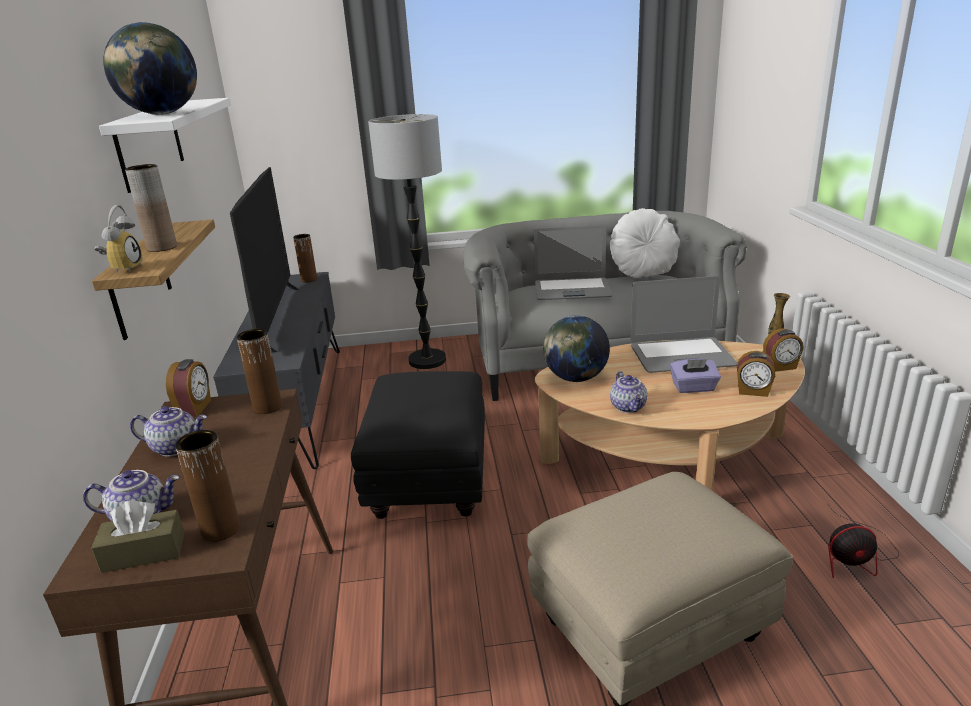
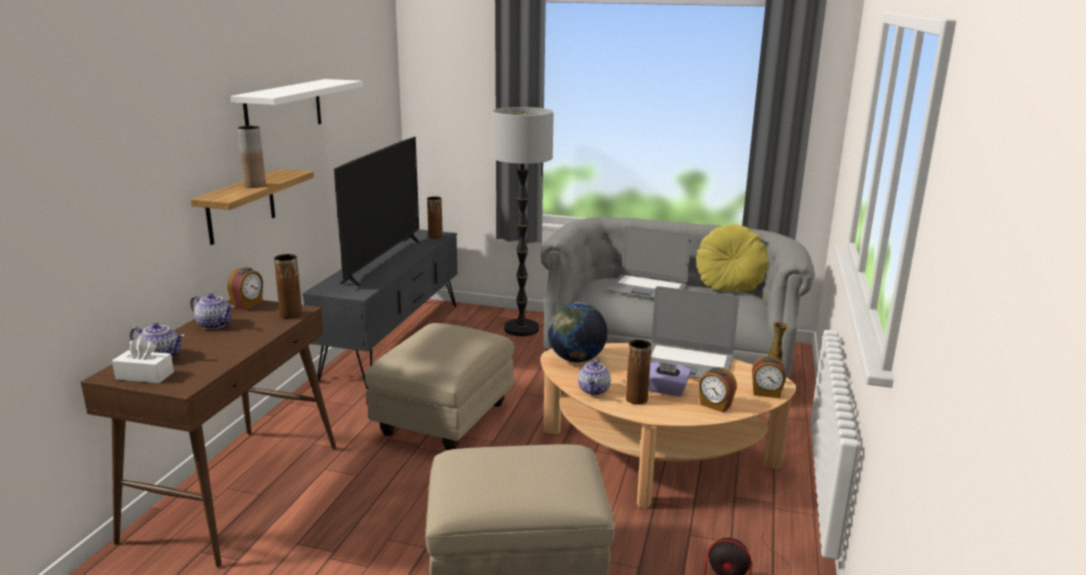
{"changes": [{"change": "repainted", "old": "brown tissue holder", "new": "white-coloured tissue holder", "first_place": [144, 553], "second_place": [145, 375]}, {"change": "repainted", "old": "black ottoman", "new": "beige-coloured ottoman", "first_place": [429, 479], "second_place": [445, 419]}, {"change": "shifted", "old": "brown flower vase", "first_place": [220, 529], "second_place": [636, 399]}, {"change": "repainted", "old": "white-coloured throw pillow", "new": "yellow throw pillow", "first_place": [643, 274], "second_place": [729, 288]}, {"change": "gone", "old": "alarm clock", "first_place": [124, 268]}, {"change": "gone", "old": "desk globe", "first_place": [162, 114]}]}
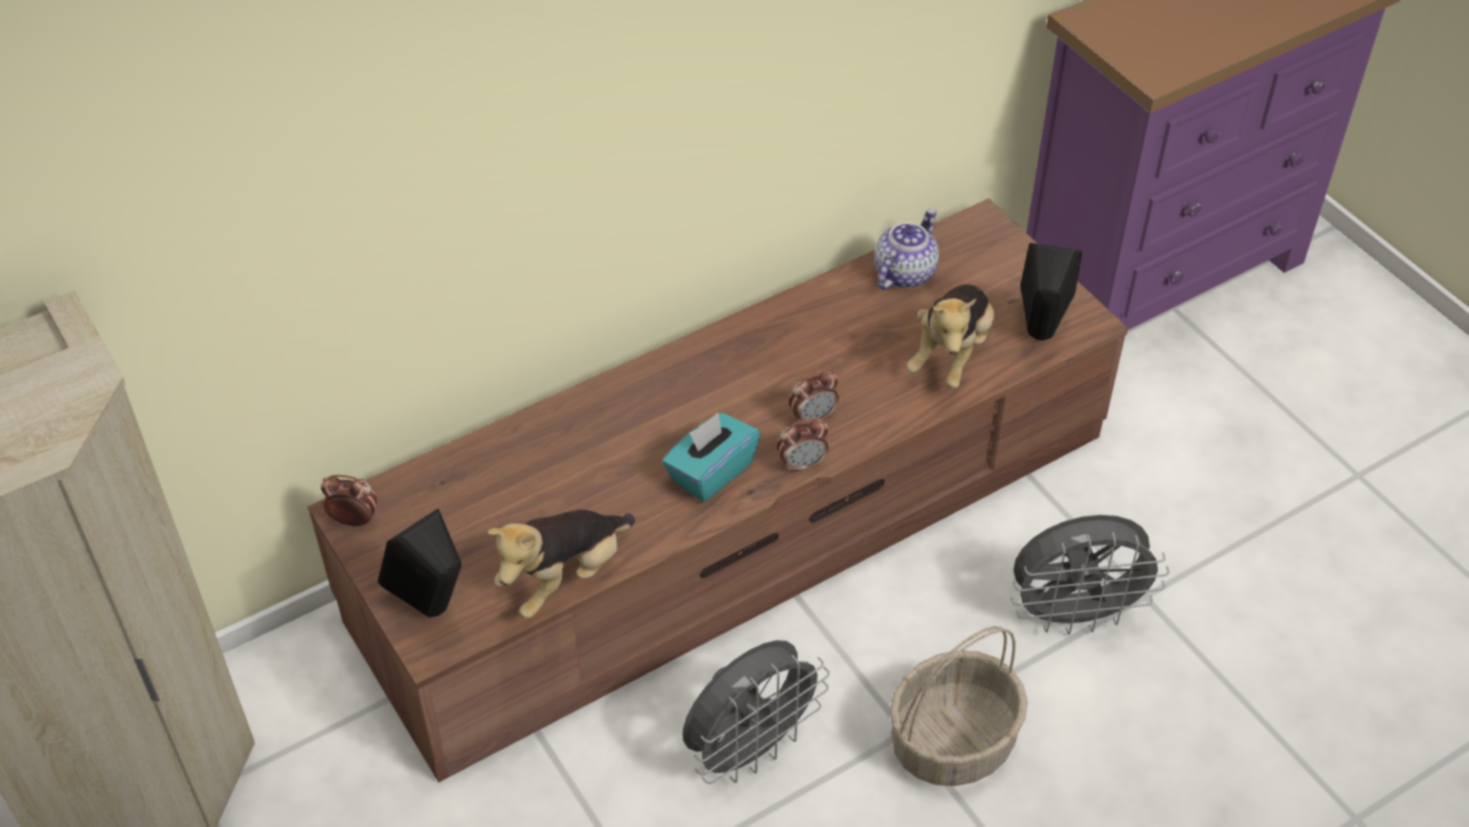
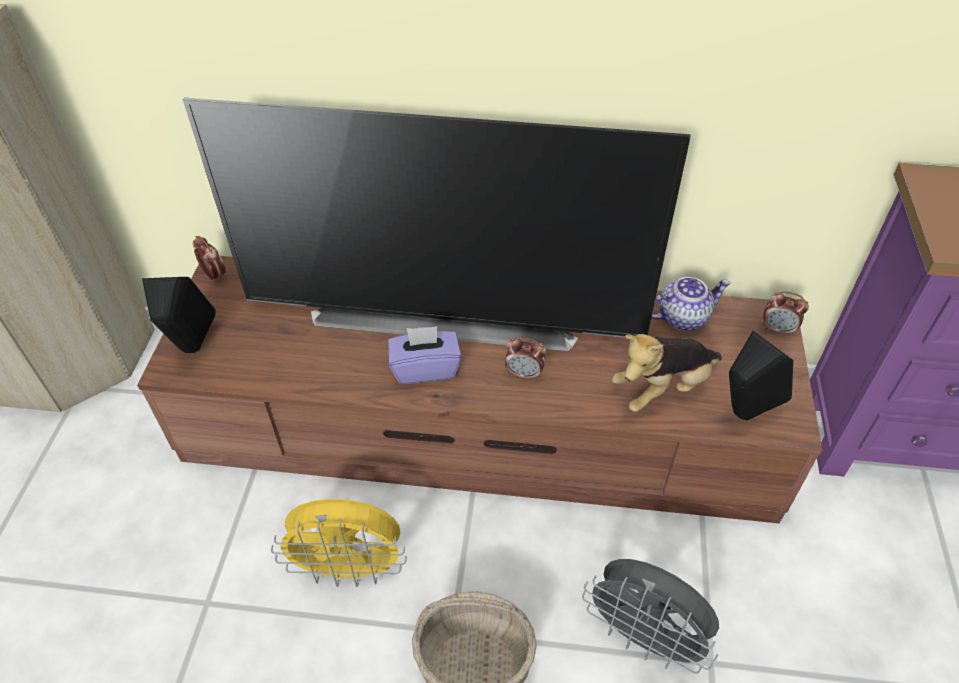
{"changes": [{"change": "new", "new": "television", "second_place": [445, 312]}, {"change": "repainted", "old": "gray fan", "new": "yellow fan", "first_place": [750, 749], "second_place": [350, 569]}, {"change": "repainted", "old": "turquoise tissue holder", "new": "purple-coloured tissue holder", "first_place": [710, 472], "second_place": [425, 368]}, {"change": "shifted", "old": "alarm clock", "first_place": [802, 464], "second_place": [778, 329]}, {"change": "gone", "old": "soft toy", "first_place": [564, 578]}]}
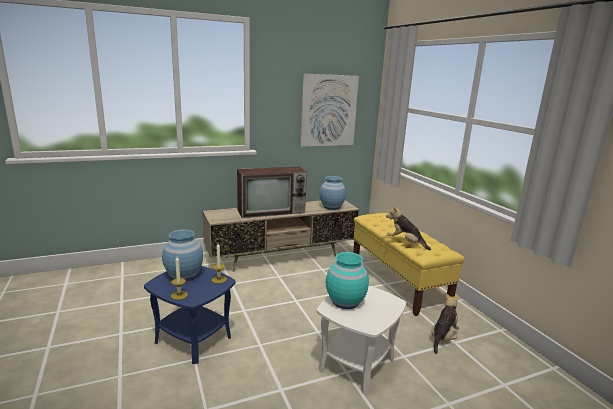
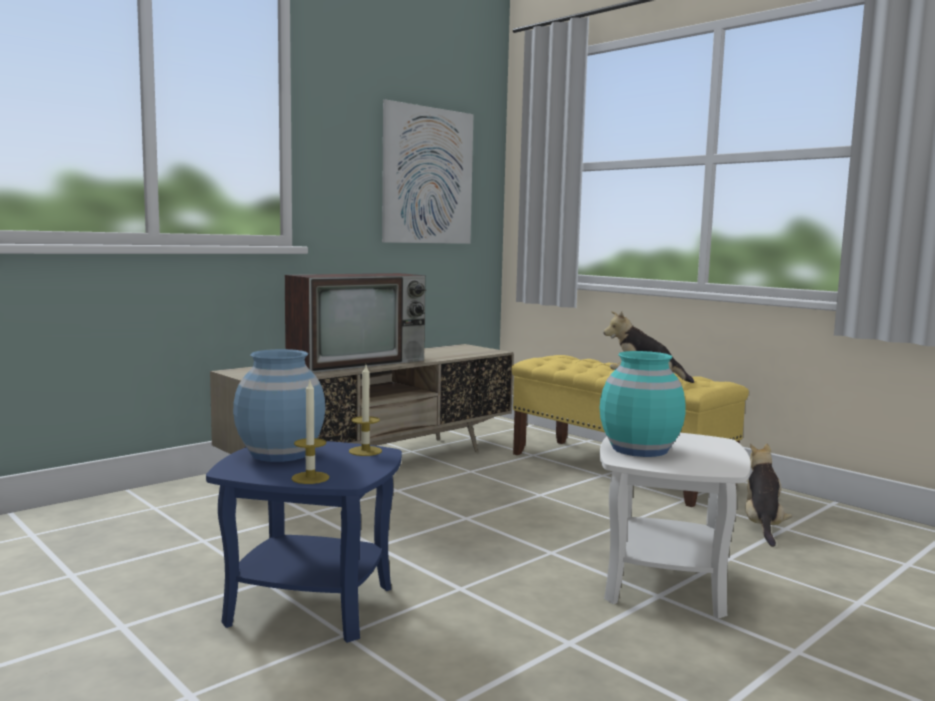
{"changes": [{"change": "gone", "old": "blue flower vase", "first_place": [331, 207]}]}
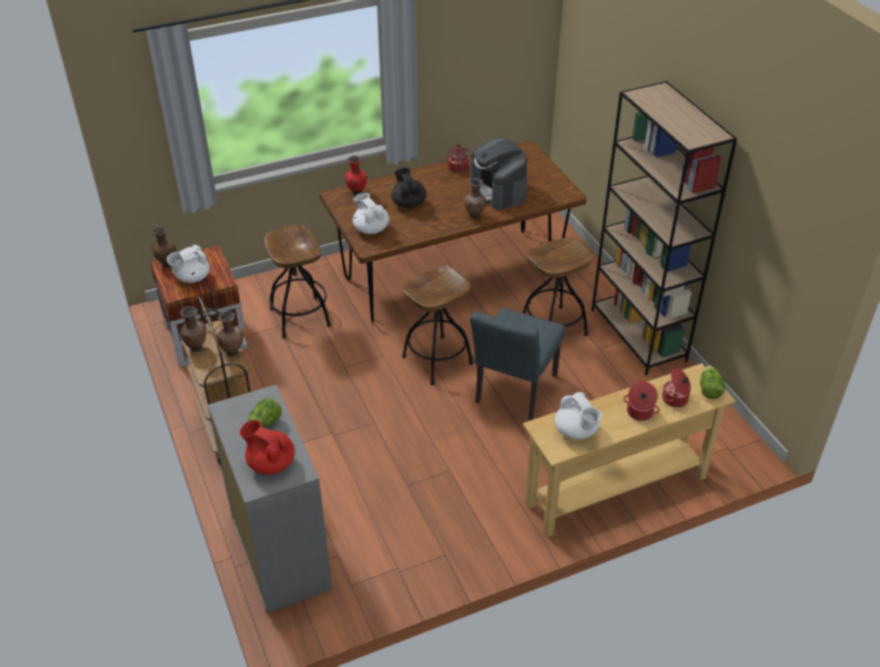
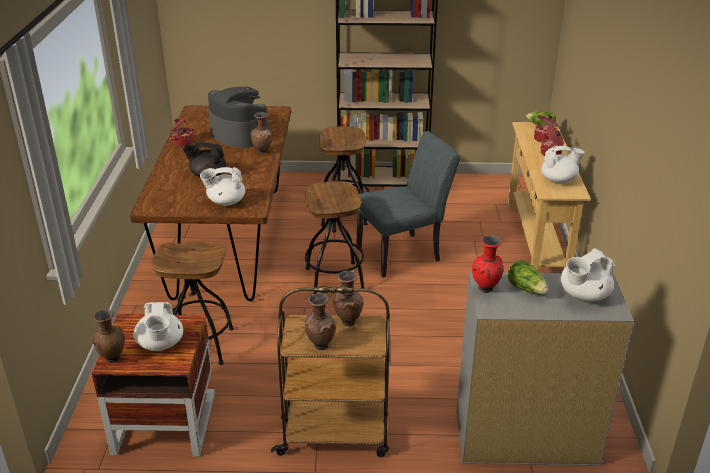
{"changes": [{"change": "rotated", "old": "coffee brewer", "first_place": [498, 191], "second_place": [239, 135], "degrees": -135}, {"change": "rotated", "old": "gray chair", "first_place": [513, 393], "second_place": [404, 253], "degrees": -75}, {"change": "shifted", "old": "reddish flower vase", "first_place": [356, 193], "second_place": [485, 290]}, {"change": "repainted", "old": "reddish tea pot", "new": "white-coloured tea pot", "first_place": [270, 463], "second_place": [583, 295]}]}
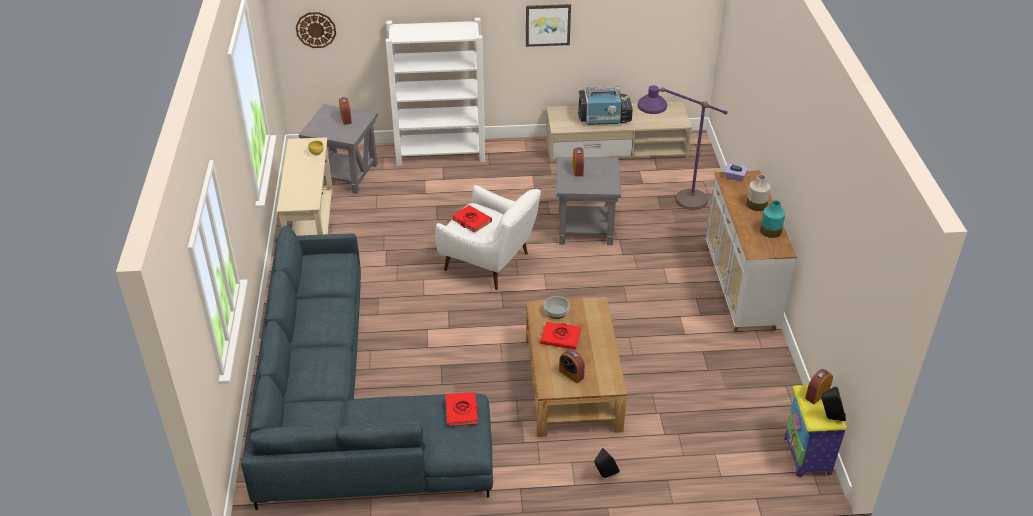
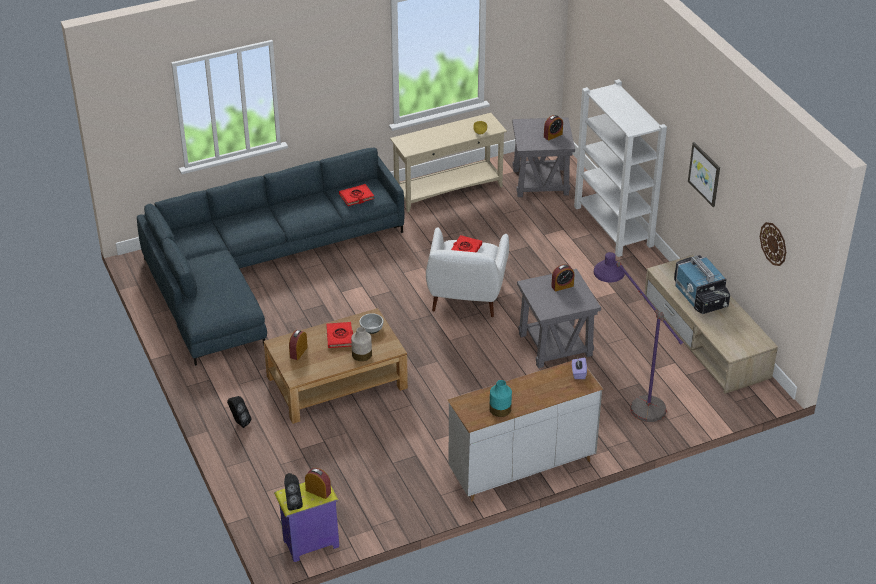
{"changes": [{"change": "shifted", "old": "reddish bound book", "first_place": [462, 411], "second_place": [356, 197]}, {"change": "shifted", "old": "beige-coloured flower vase", "first_place": [756, 205], "second_place": [361, 354]}, {"change": "shifted", "old": "wall clock", "first_place": [316, 29], "second_place": [773, 243]}]}
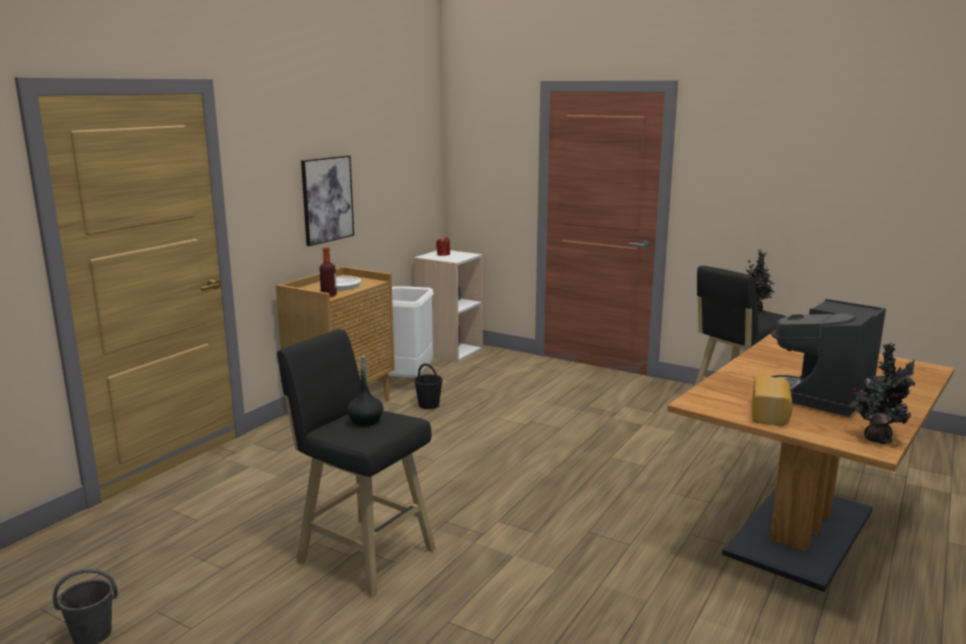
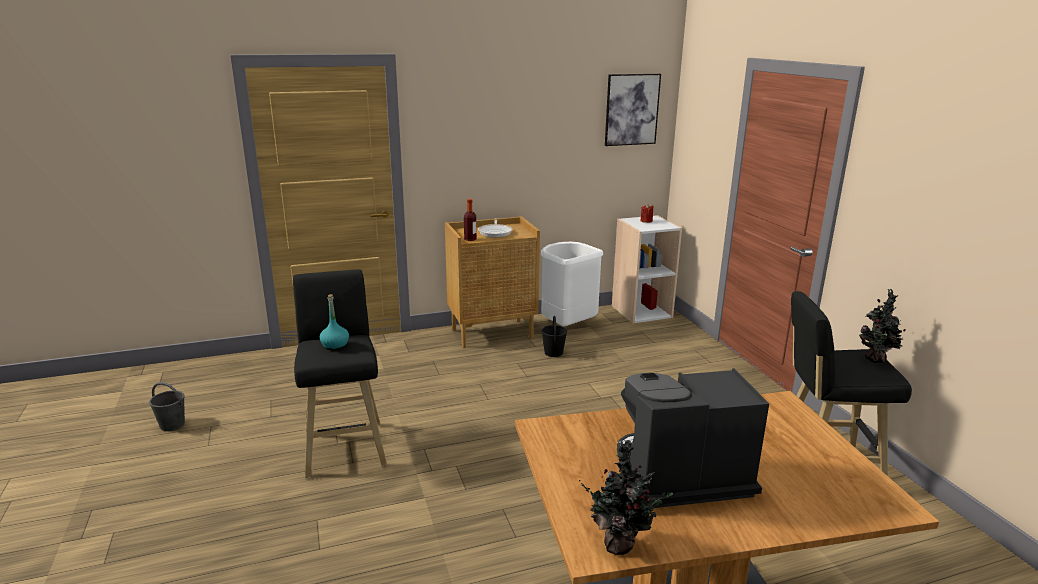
{"changes": [{"change": "repainted", "old": "black beverage bottle", "new": "turquoise beverage bottle", "first_place": [366, 421], "second_place": [335, 345]}, {"change": "shifted", "old": "wall picture", "first_place": [327, 199], "second_place": [631, 109]}, {"change": "gone", "old": "baked bread", "first_place": [770, 414]}]}
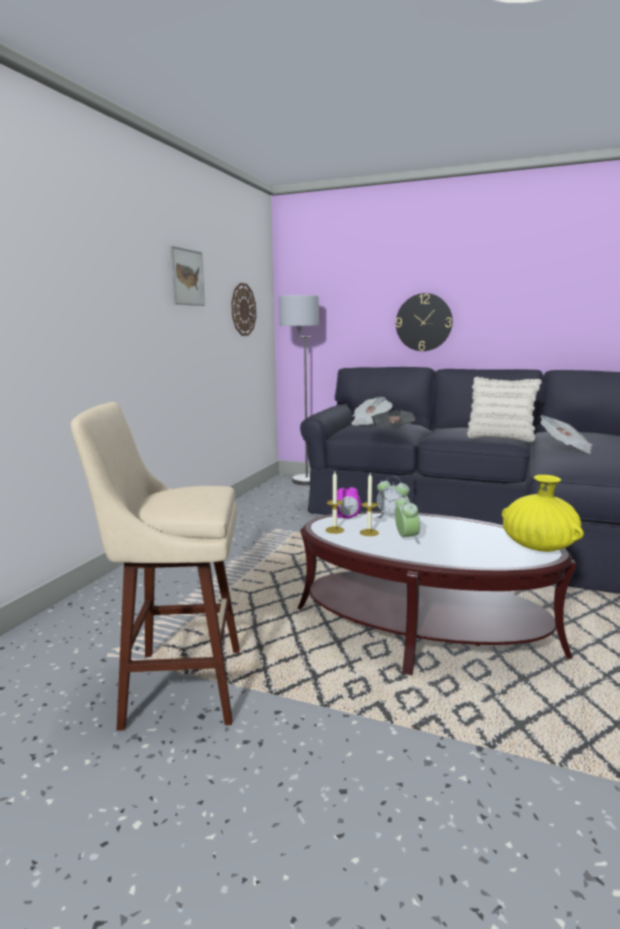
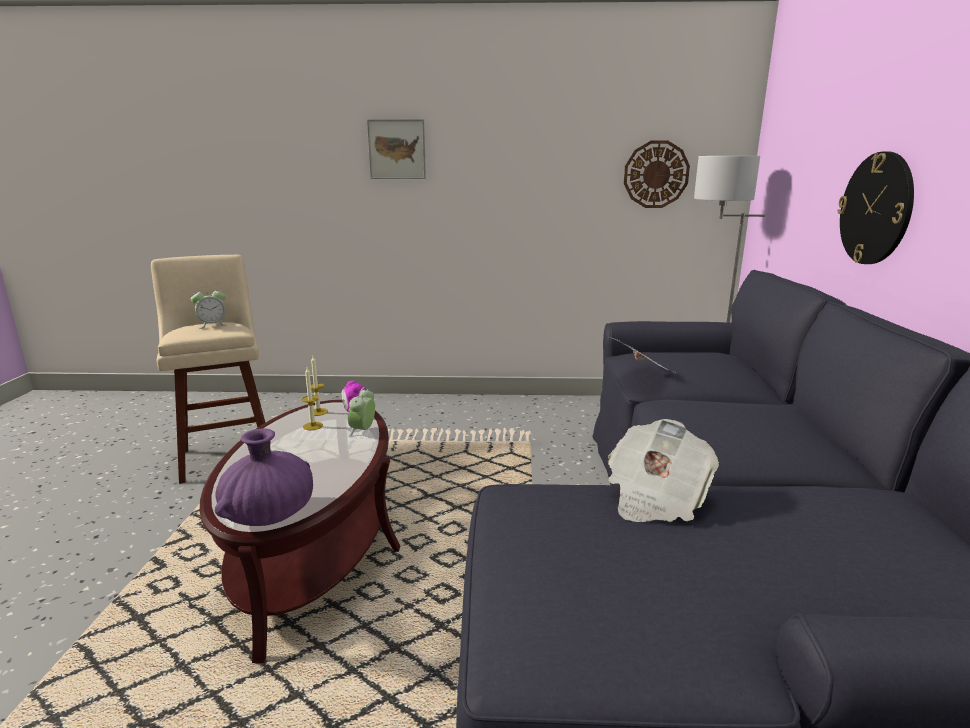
{"changes": [{"change": "shifted", "old": "alarm clock", "first_place": [406, 538], "second_place": [212, 325]}, {"change": "repainted", "old": "yellow flower vase", "new": "purple-coloured flower vase", "first_place": [538, 547], "second_place": [270, 516]}, {"change": "shifted", "old": "wall picture", "first_place": [187, 277], "second_place": [397, 149]}, {"change": "gone", "old": "newspaper", "first_place": [369, 423]}, {"change": "gone", "old": "beige-coloured throw pillow", "first_place": [501, 438]}]}
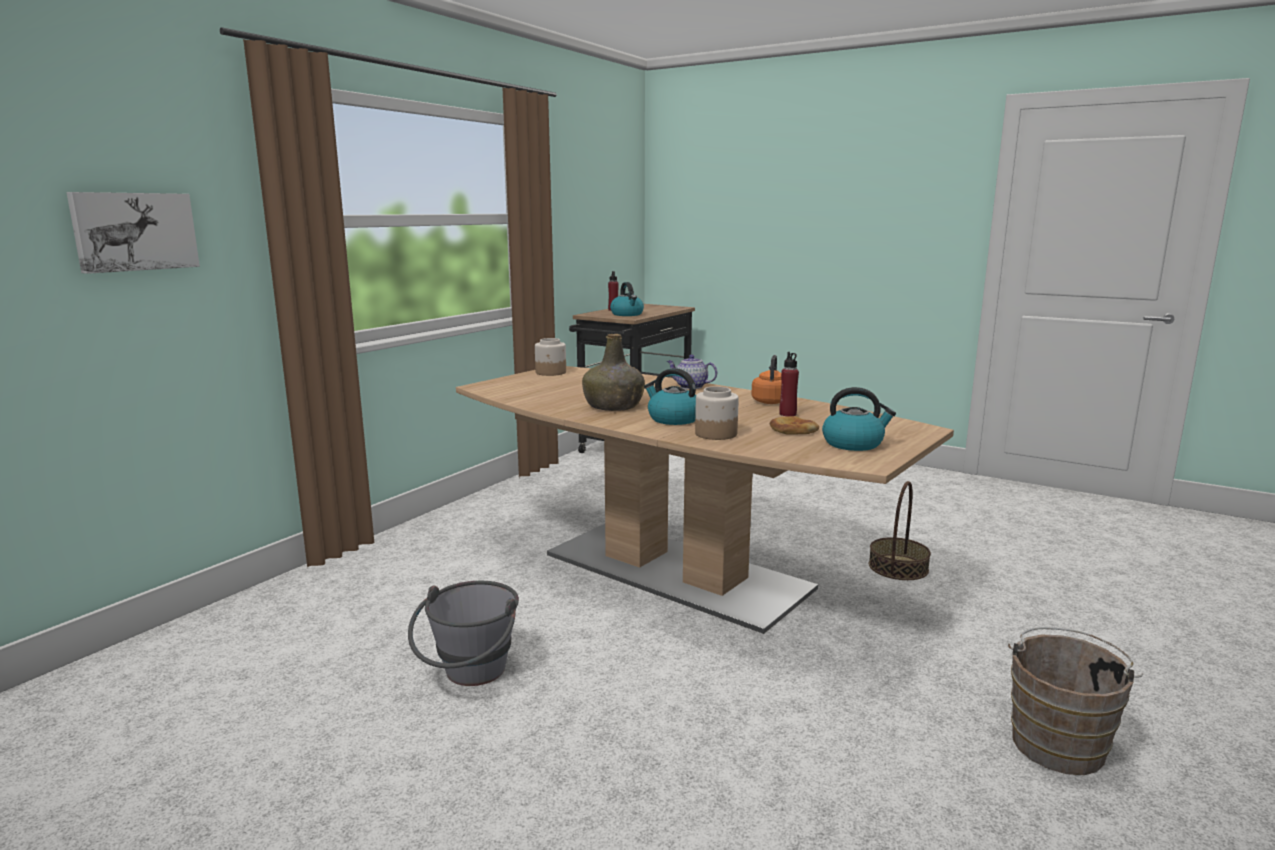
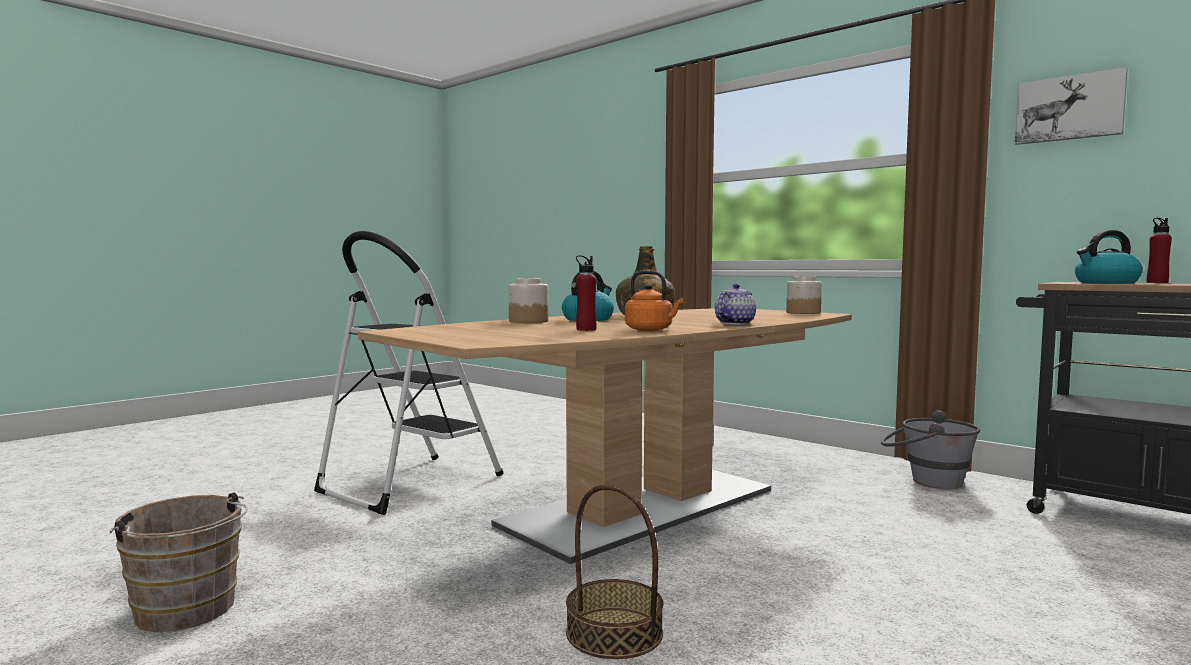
{"changes": [{"change": "new", "new": "step stool", "second_place": [407, 484]}, {"change": "shifted", "old": "gray pail", "first_place": [470, 676], "second_place": [926, 480]}, {"change": "shifted", "old": "wall picture", "first_place": [134, 231], "second_place": [1069, 108]}, {"change": "gone", "old": "baked bread", "first_place": [793, 430]}, {"change": "gone", "old": "water kettle", "first_place": [853, 444]}]}
